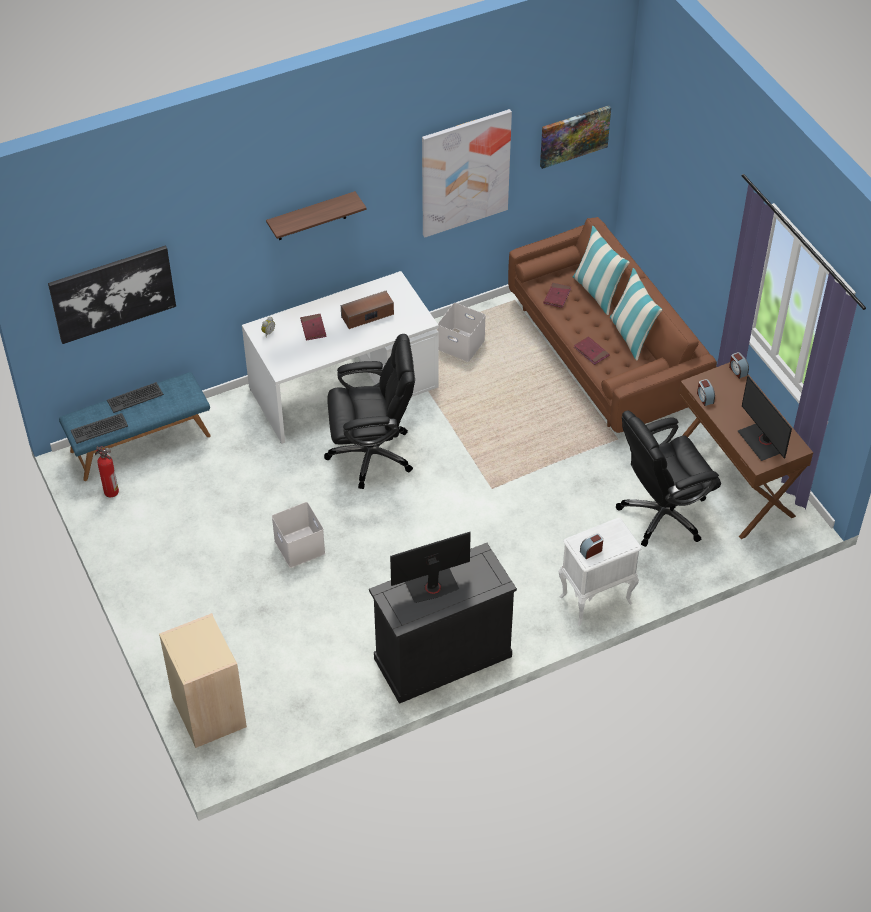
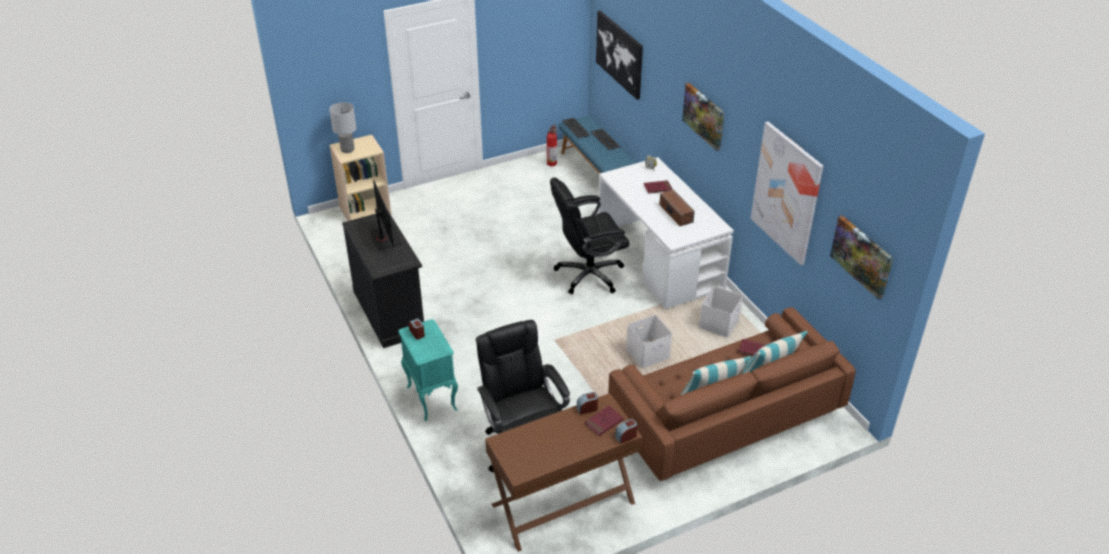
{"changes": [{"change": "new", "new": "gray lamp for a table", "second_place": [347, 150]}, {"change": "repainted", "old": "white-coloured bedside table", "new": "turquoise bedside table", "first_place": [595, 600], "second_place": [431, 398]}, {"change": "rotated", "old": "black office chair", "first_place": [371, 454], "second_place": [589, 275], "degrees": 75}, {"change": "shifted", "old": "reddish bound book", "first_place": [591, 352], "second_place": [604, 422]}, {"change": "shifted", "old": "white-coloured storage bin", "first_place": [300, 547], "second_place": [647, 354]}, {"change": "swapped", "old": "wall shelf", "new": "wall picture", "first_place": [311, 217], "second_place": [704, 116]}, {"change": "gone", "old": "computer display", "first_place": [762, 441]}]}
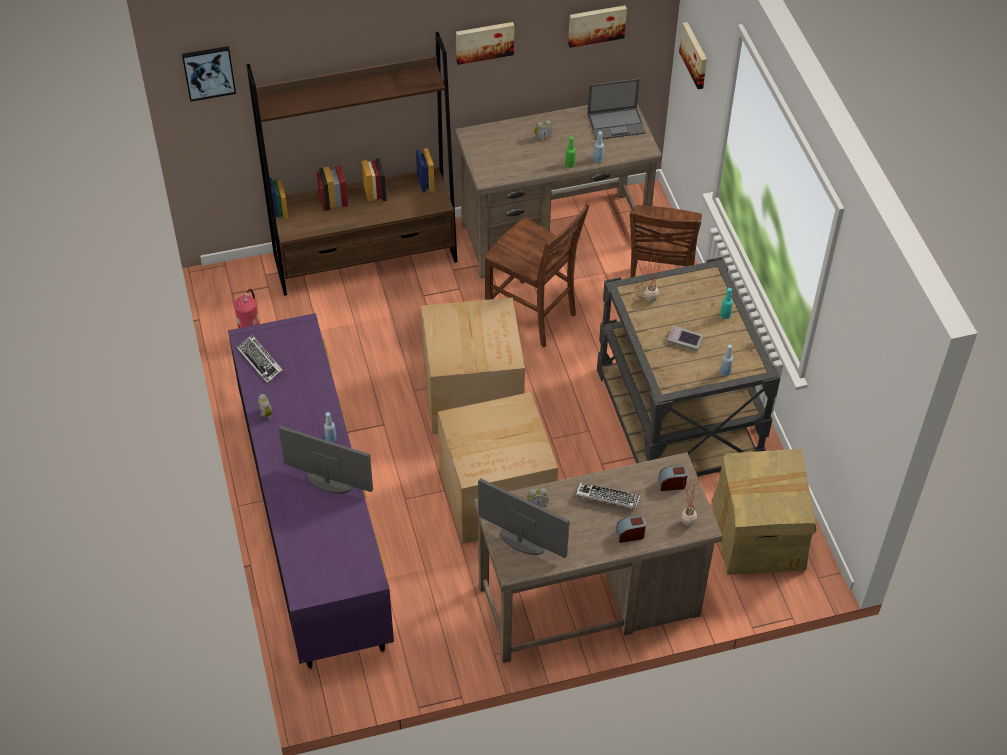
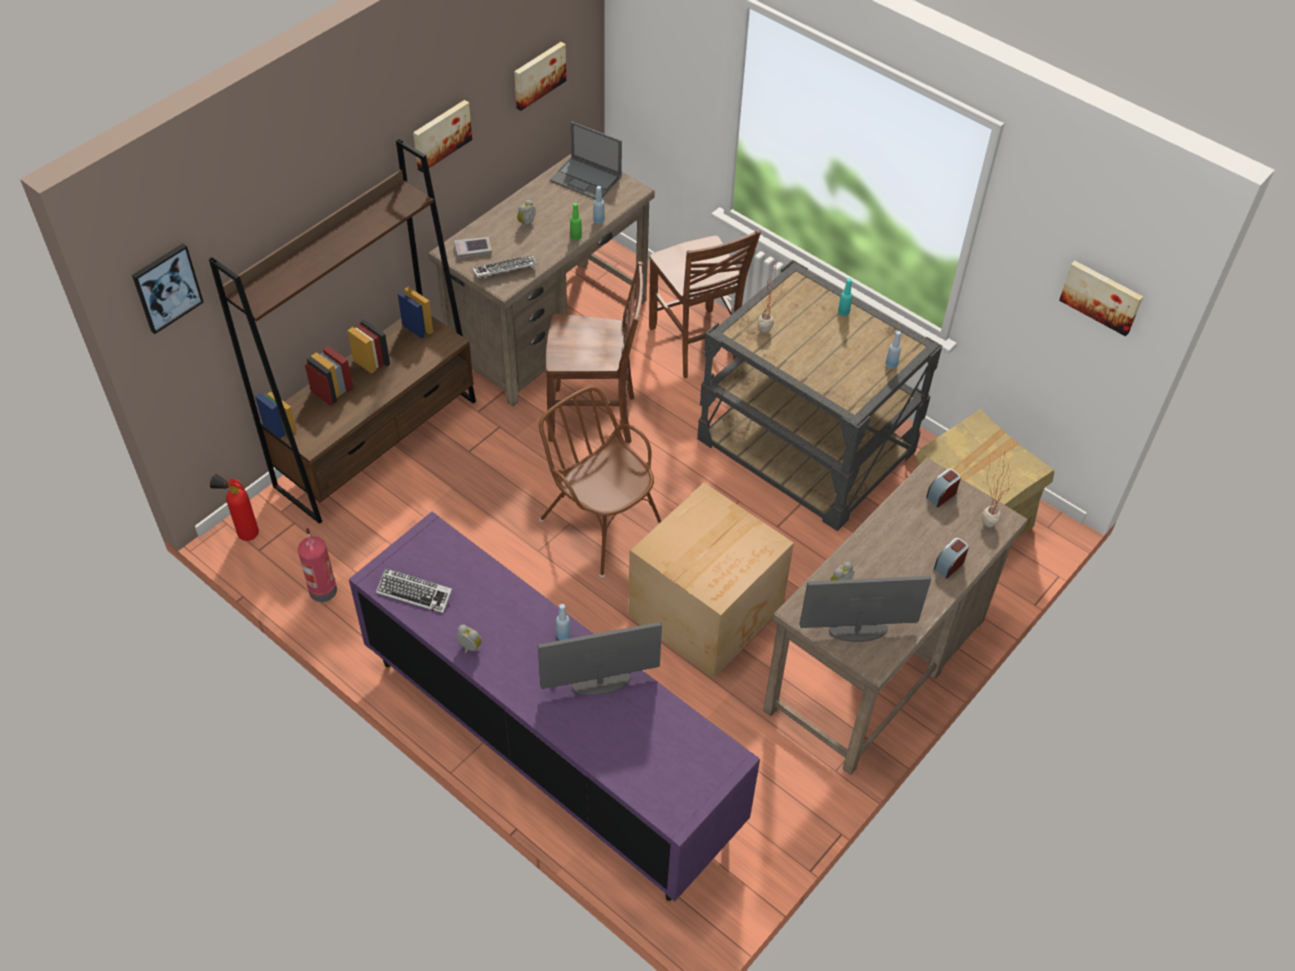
{"changes": [{"change": "new", "new": "fire-fighting cylinder", "second_place": [244, 533]}, {"change": "shifted", "old": "bound book", "first_place": [685, 340], "second_place": [473, 250]}, {"change": "shifted", "old": "PC keyboard", "first_place": [607, 498], "second_place": [505, 270]}, {"change": "swapped", "old": "cardboard box", "new": "brown chair", "first_place": [474, 393], "second_place": [600, 522]}, {"change": "rotated", "old": "notebook computer", "first_place": [616, 123], "second_place": [586, 179], "degrees": 75}, {"change": "shifted", "old": "wall picture", "first_place": [695, 55], "second_place": [1102, 296]}]}
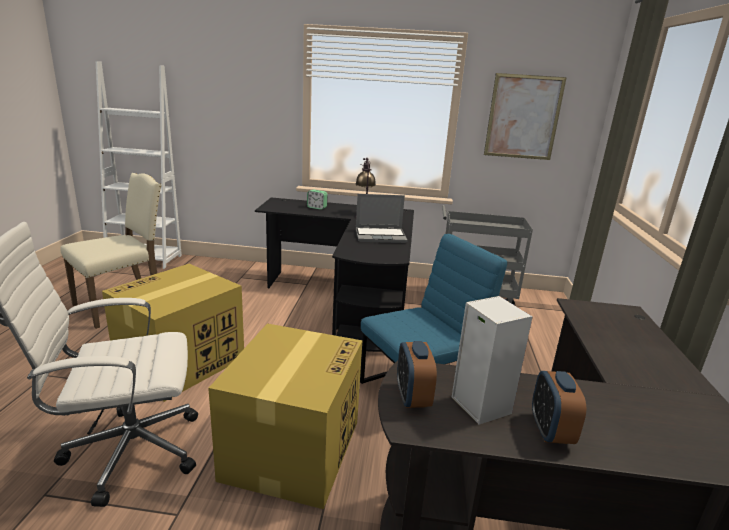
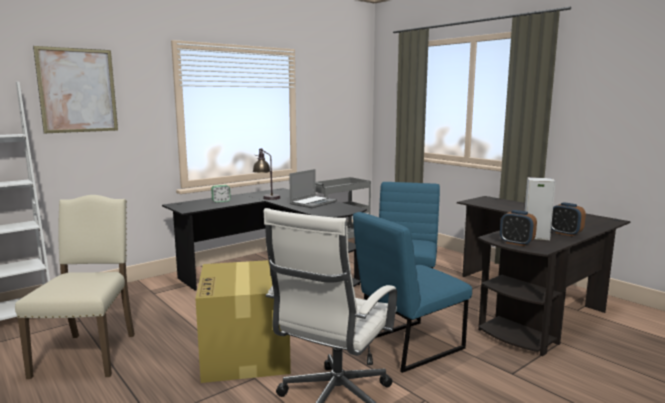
{"changes": [{"change": "shifted", "old": "wall picture", "first_place": [523, 117], "second_place": [78, 90]}, {"change": "swapped", "old": "cardboard box", "new": "blue chair", "first_place": [292, 448], "second_place": [408, 345]}]}
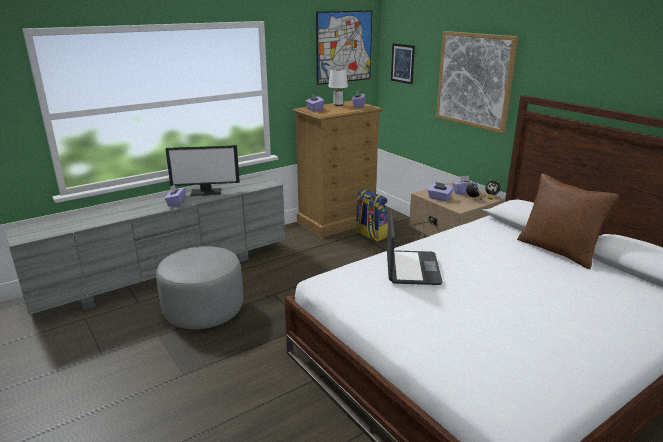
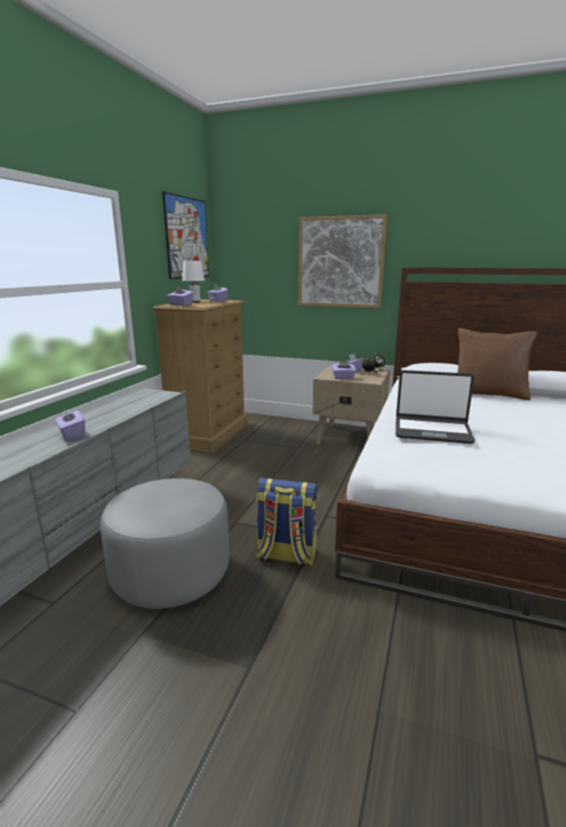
{"changes": [{"change": "shifted", "old": "backpack", "first_place": [370, 235], "second_place": [286, 555]}, {"change": "rotated", "old": "notebook computer", "first_place": [411, 268], "second_place": [432, 431], "degrees": 135}, {"change": "gone", "old": "computer display", "first_place": [206, 192]}, {"change": "gone", "old": "wall picture", "first_place": [402, 63]}]}
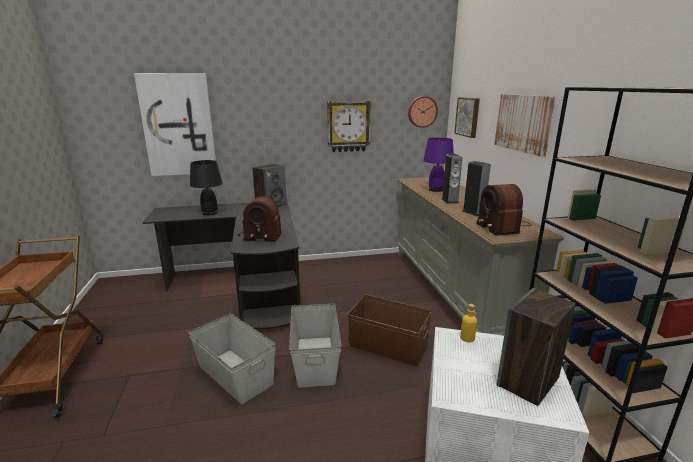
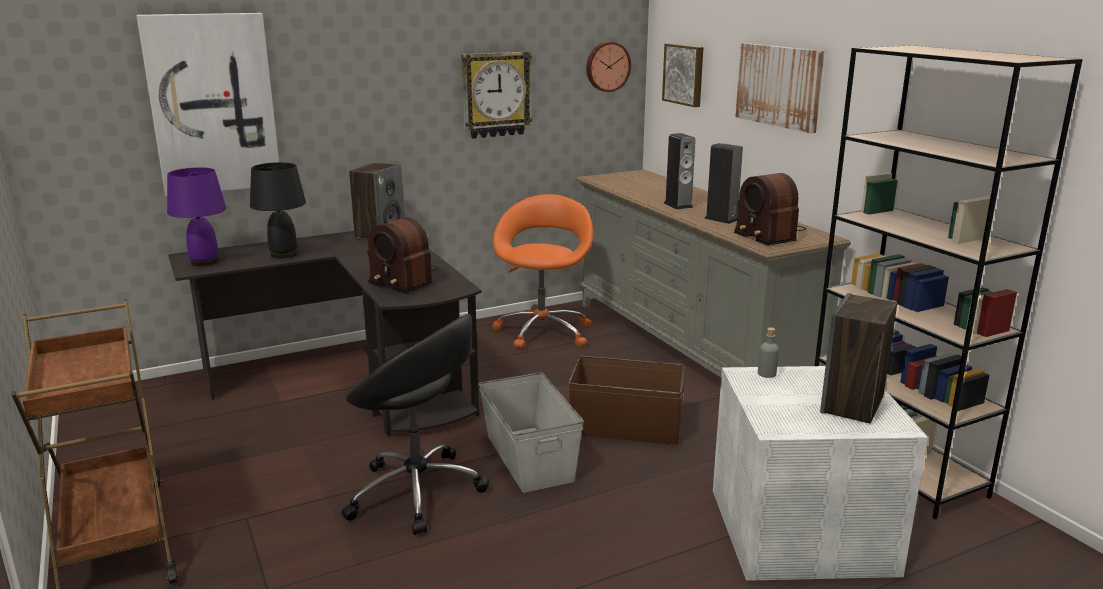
{"changes": [{"change": "shifted", "old": "purple-coloured lamp for a table", "first_place": [436, 190], "second_place": [204, 262]}, {"change": "swapped", "old": "gray storage bin", "new": "black office chair", "first_place": [235, 375], "second_place": [419, 493]}, {"change": "rotated", "old": "radio receiver", "first_place": [259, 235], "second_place": [403, 279], "degrees": 45}, {"change": "new", "new": "orange-coloured office chair", "second_place": [544, 331]}, {"change": "repainted", "old": "yellow beverage bottle", "new": "gray beverage bottle", "first_place": [467, 338], "second_place": [766, 374]}]}
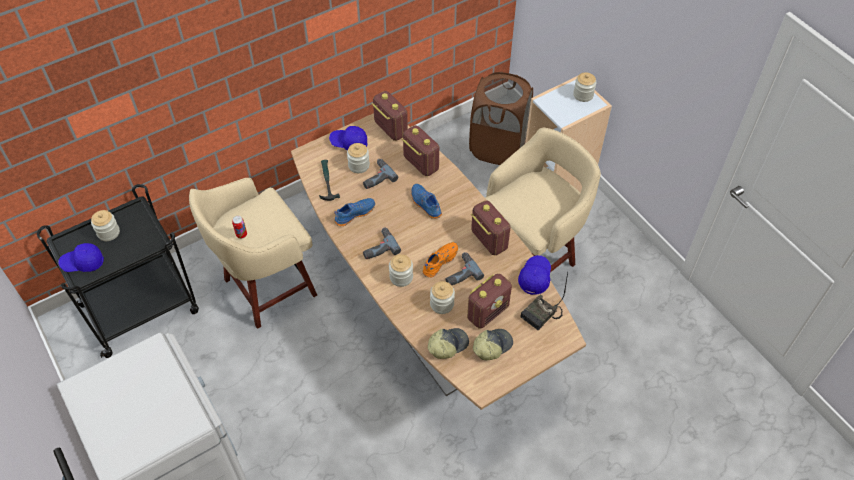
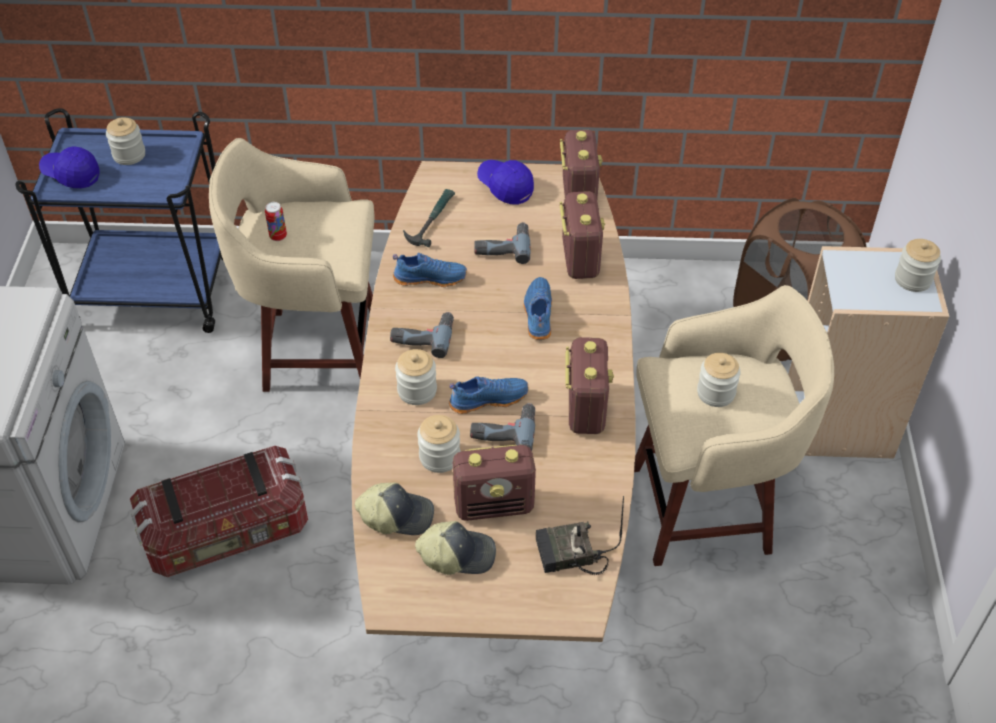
{"changes": [{"change": "repainted", "old": "black wheeled cart", "new": "blue wheeled cart", "first_place": [141, 308], "second_place": [156, 292]}, {"change": "new", "new": "storage bin", "second_place": [227, 533]}, {"change": "repainted", "old": "orange-coloured shoe", "new": "blue shoe", "first_place": [439, 261], "second_place": [488, 399]}, {"change": "shifted", "old": "storage jar", "first_place": [359, 165], "second_place": [716, 393]}, {"change": "gone", "old": "blue cap", "first_place": [535, 278]}]}
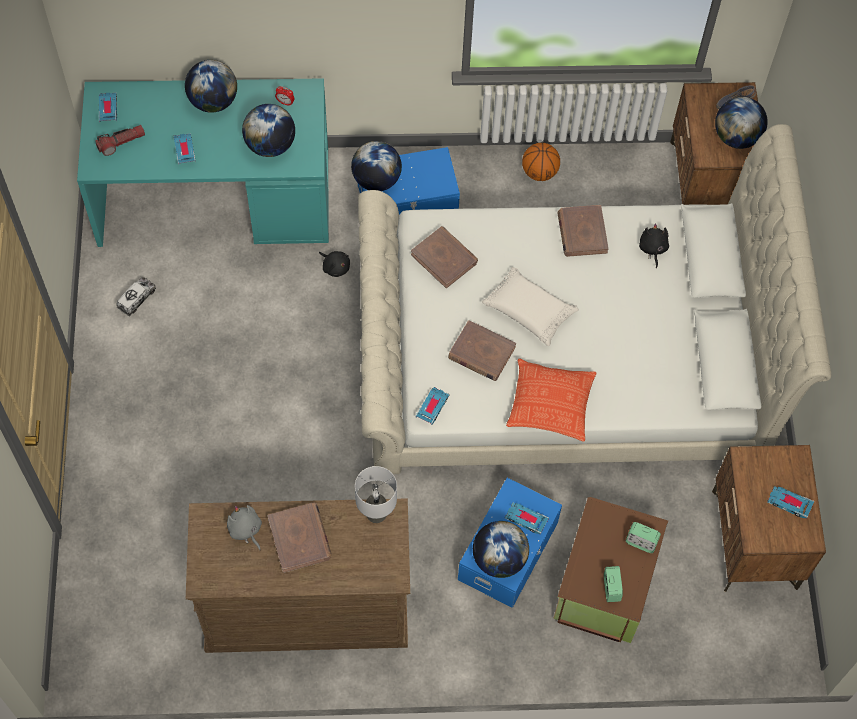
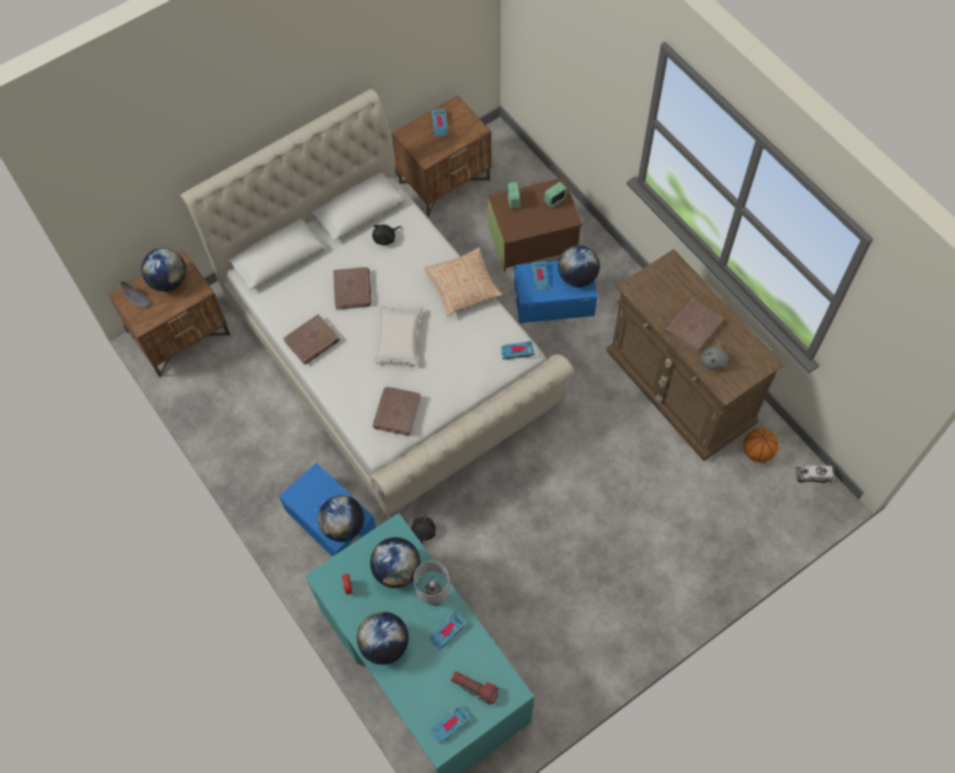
{"changes": [{"change": "shifted", "old": "brown bound book", "first_place": [481, 353], "second_place": [352, 289]}, {"change": "shifted", "old": "black soft toy", "first_place": [652, 249], "second_place": [386, 238]}, {"change": "shifted", "old": "white-coloured lamp for a table", "first_place": [377, 515], "second_place": [433, 597]}, {"change": "repainted", "old": "orange-coloured throw pillow", "new": "beige-coloured throw pillow", "first_place": [549, 405], "second_place": [463, 287]}, {"change": "shifted", "old": "ball for basketball", "first_place": [539, 172], "second_place": [757, 452]}, {"change": "shifted", "old": "toy truck", "first_place": [137, 299], "second_place": [813, 476]}]}
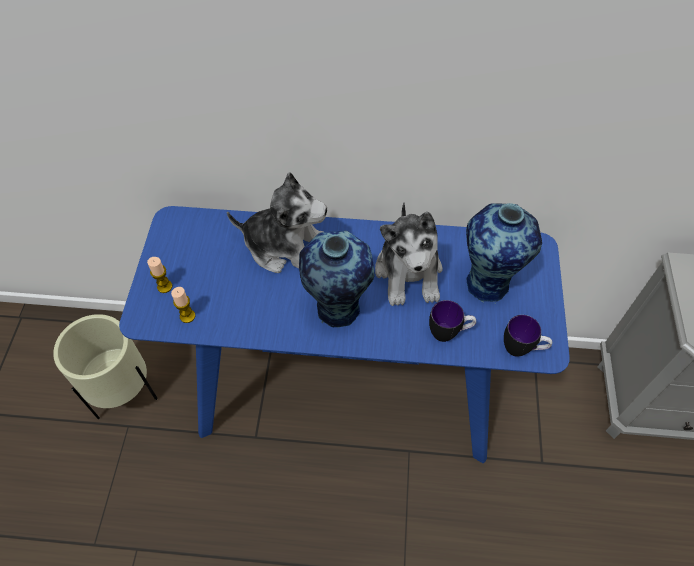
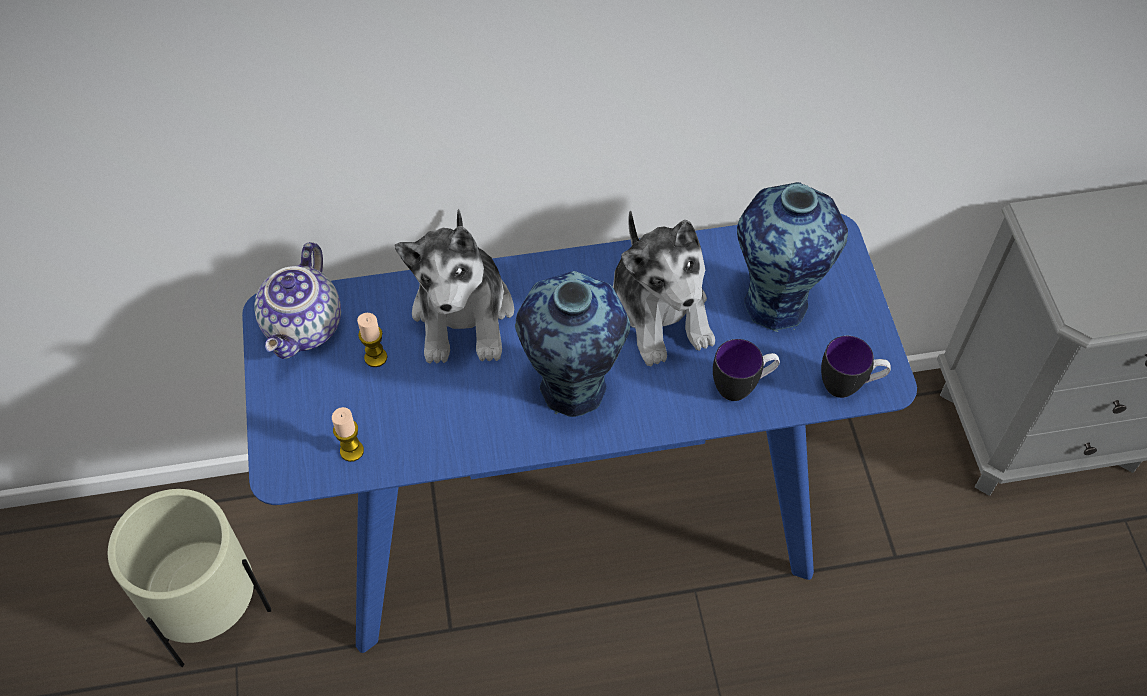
{"changes": [{"change": "new", "new": "tea pot", "second_place": [305, 328]}, {"change": "shifted", "old": "wax light", "first_place": [164, 286], "second_place": [375, 357]}, {"change": "rotated", "old": "soft toy", "first_place": [285, 247], "second_place": [464, 315], "degrees": 90}]}
